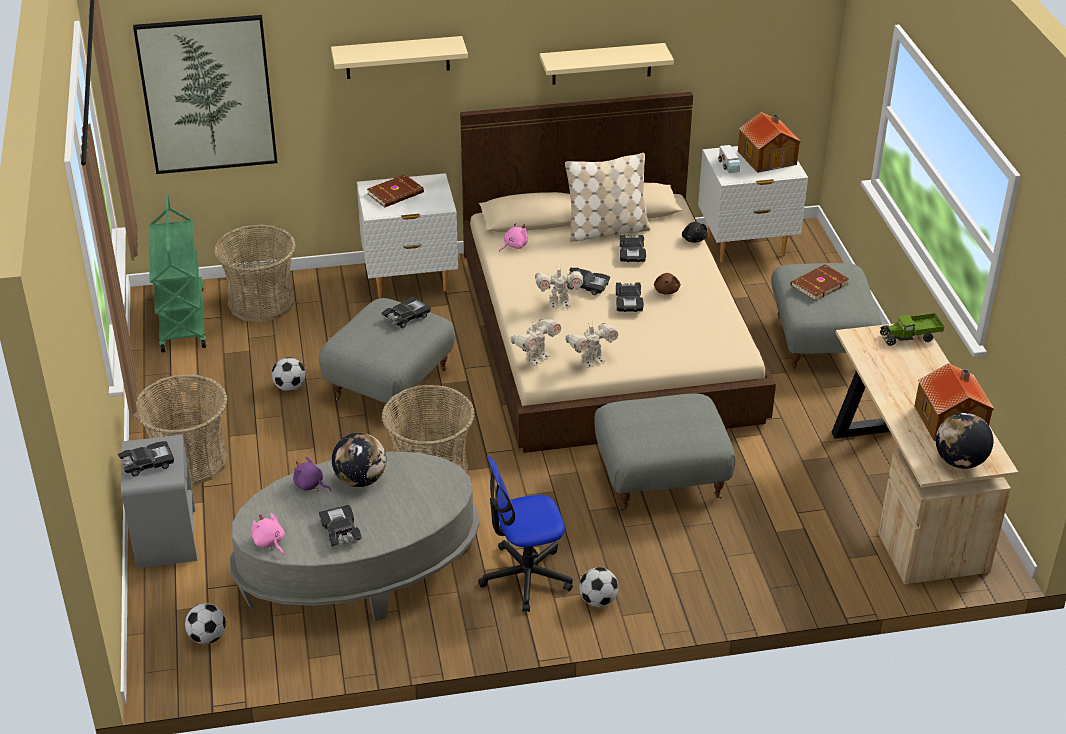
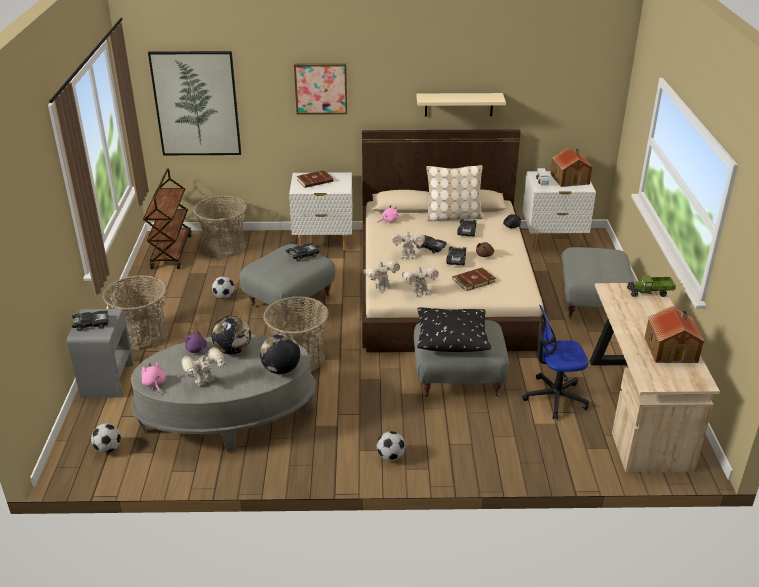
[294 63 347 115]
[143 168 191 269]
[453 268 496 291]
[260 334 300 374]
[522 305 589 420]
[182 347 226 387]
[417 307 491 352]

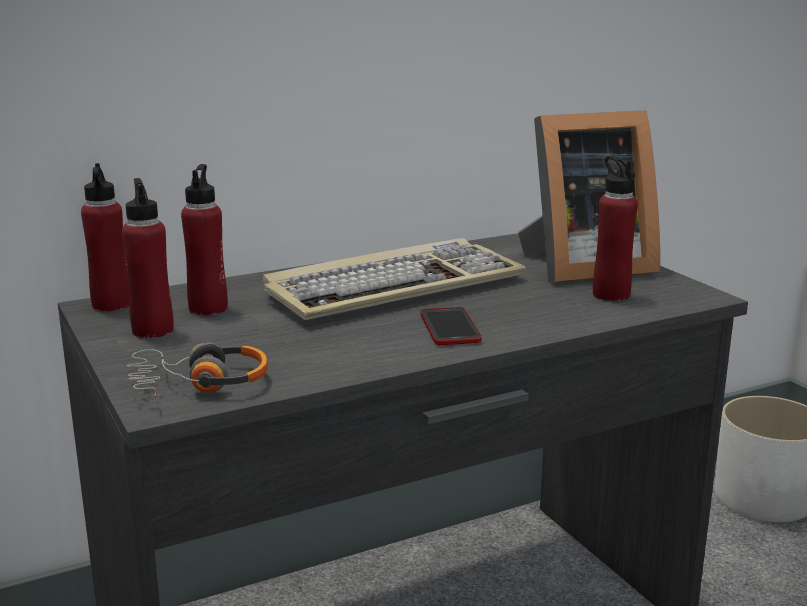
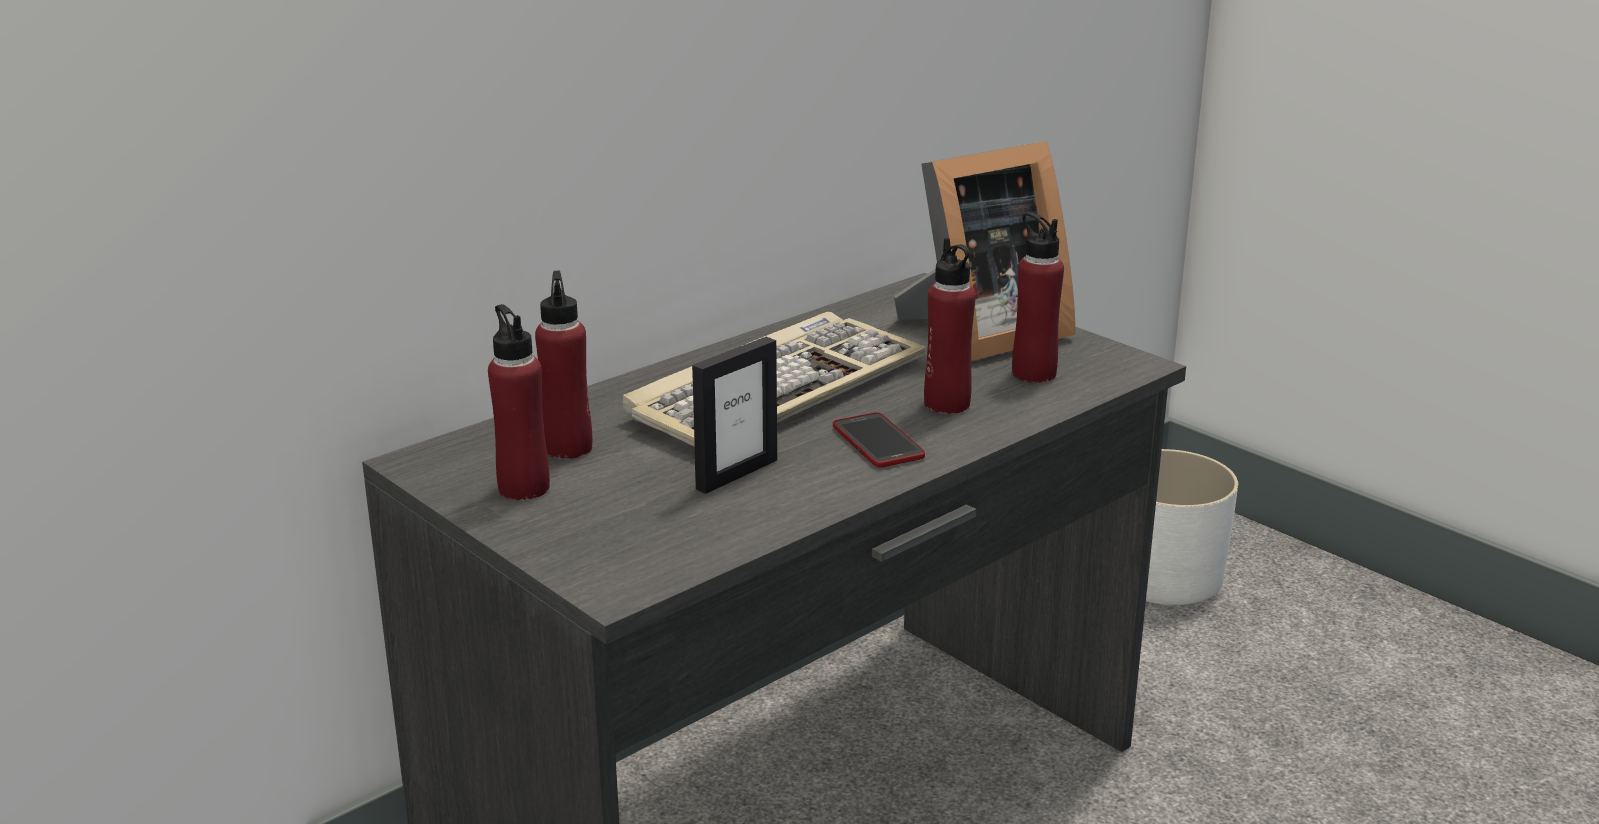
[924 238 976 414]
[127 342 268 397] (first image)
[692 337 777 494]

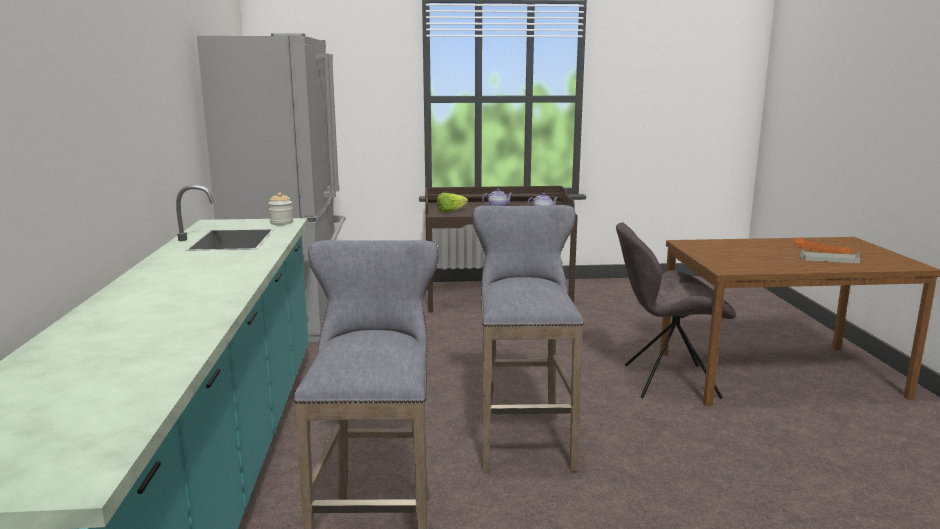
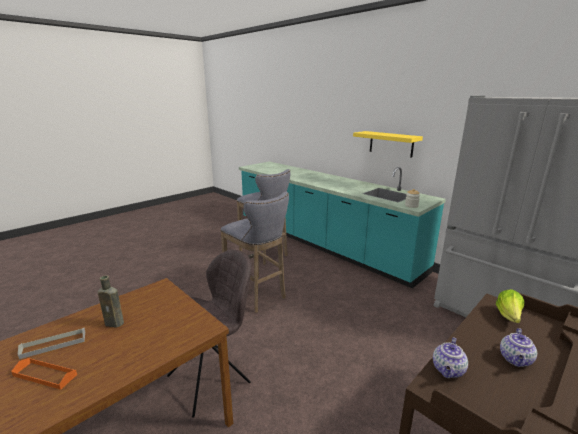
[353 131 423 157]
[98 276 124 328]

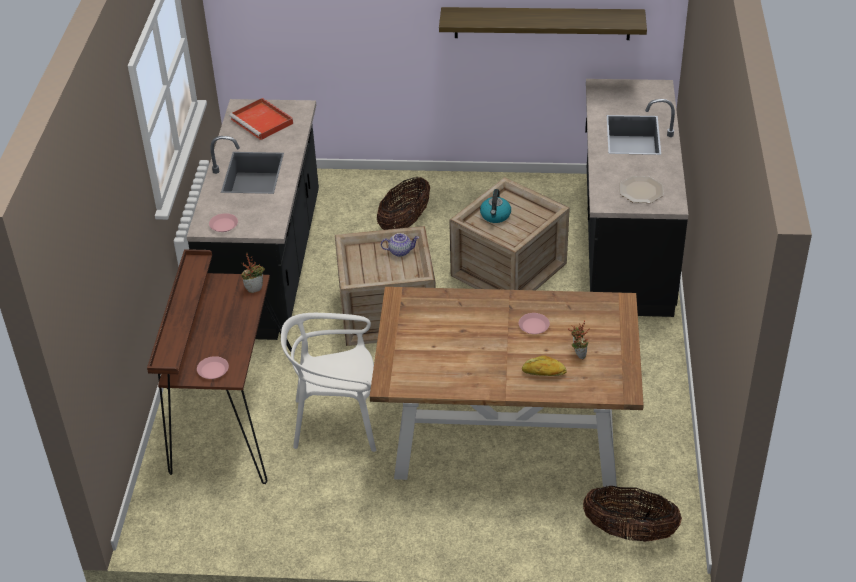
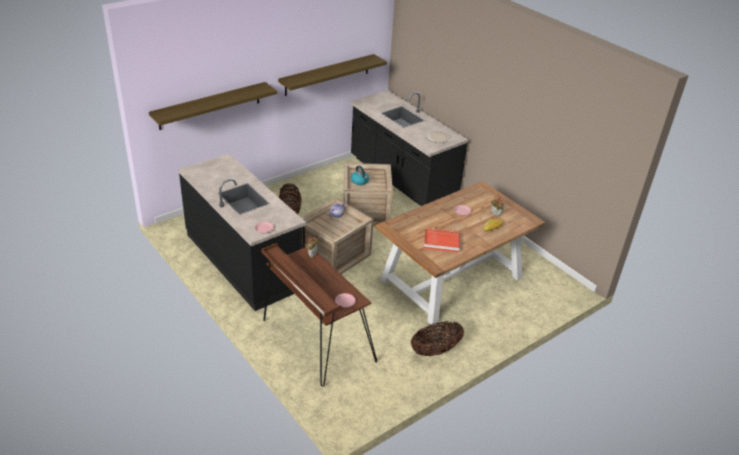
[424 228 460 253]
[281 313 376 452] (first image)
[411 321 464 356]
[149 82 277 130]

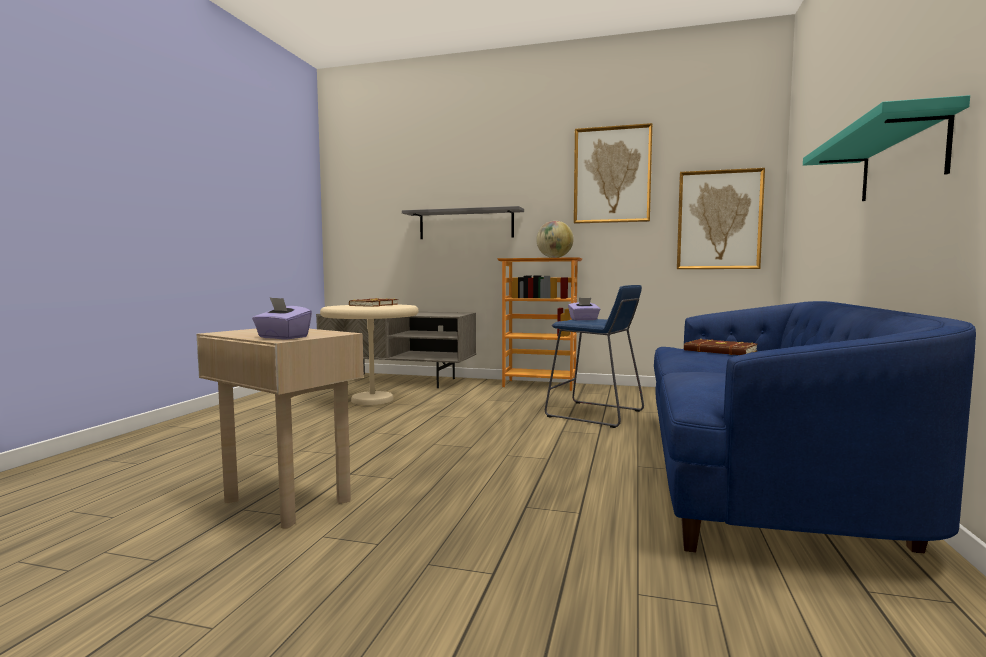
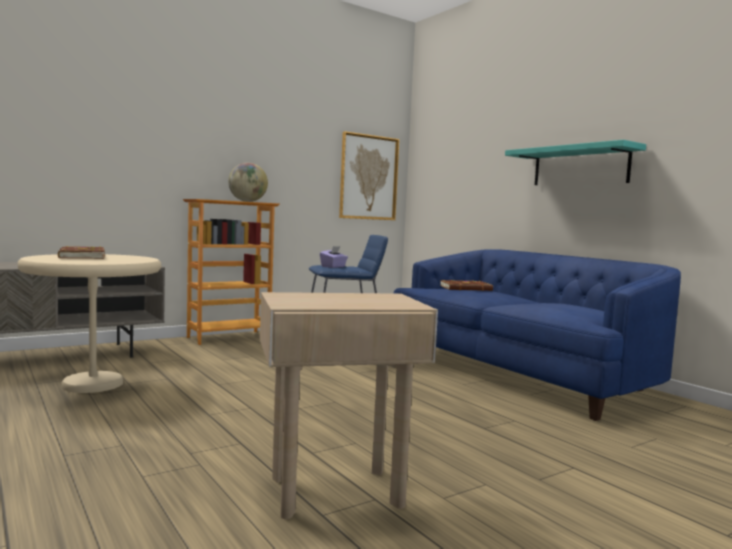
[574 123 652 224] (first image)
[402 206 524 239] (first image)
[252 297 312 340] (first image)

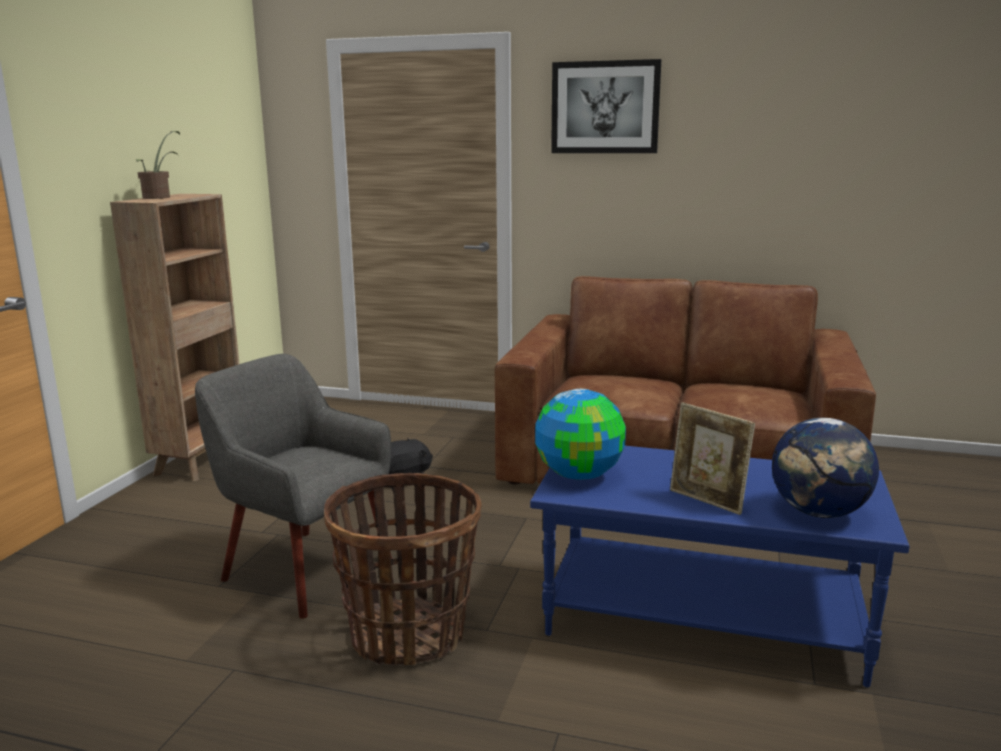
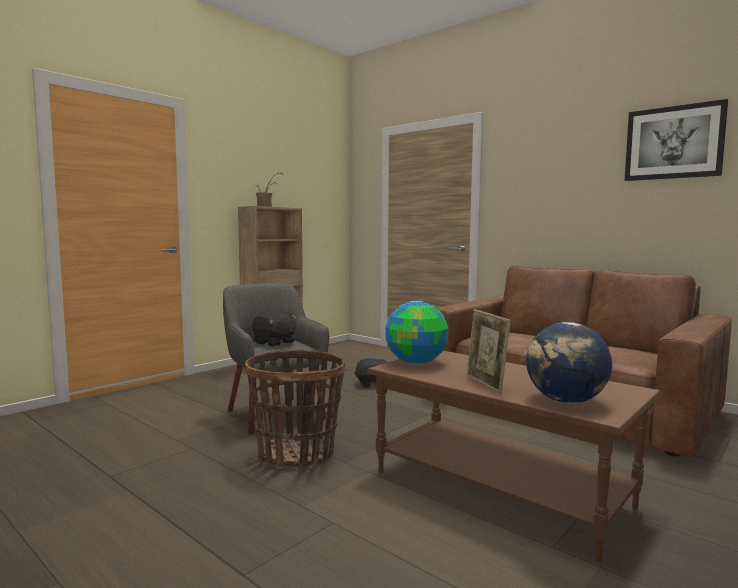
[625 99 728 181]
[367 351 660 562]
[252 311 297 347]

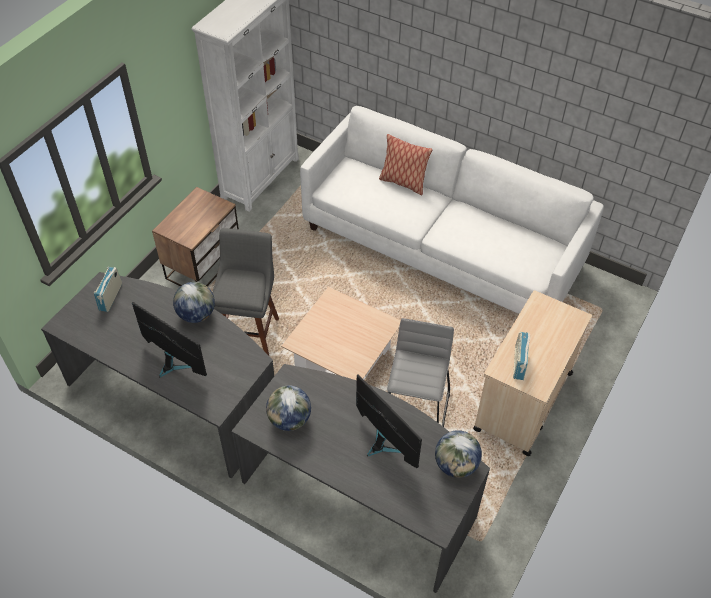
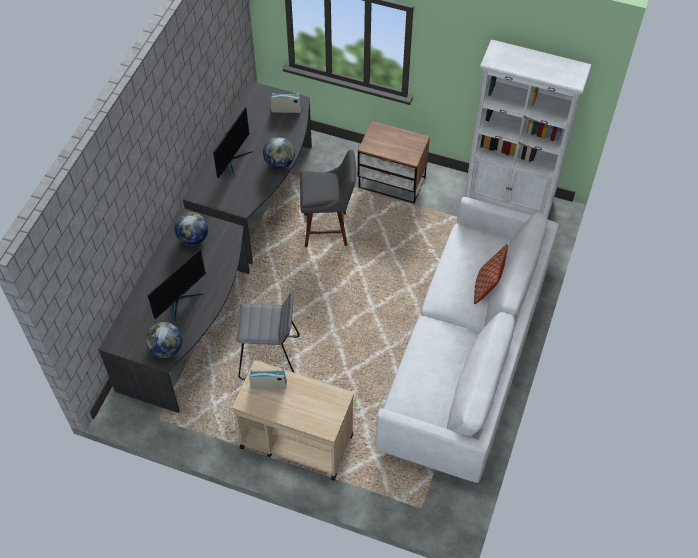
[281 287 401 380] (first image)

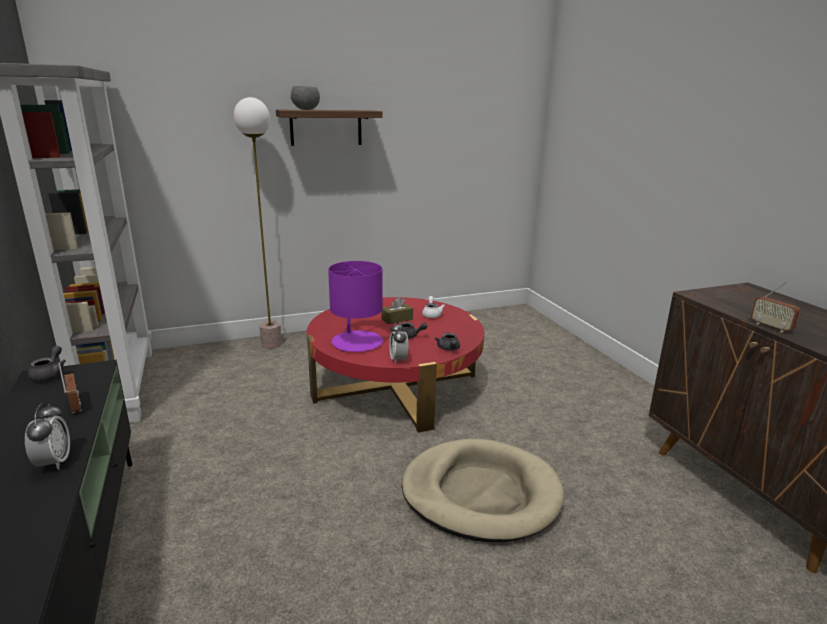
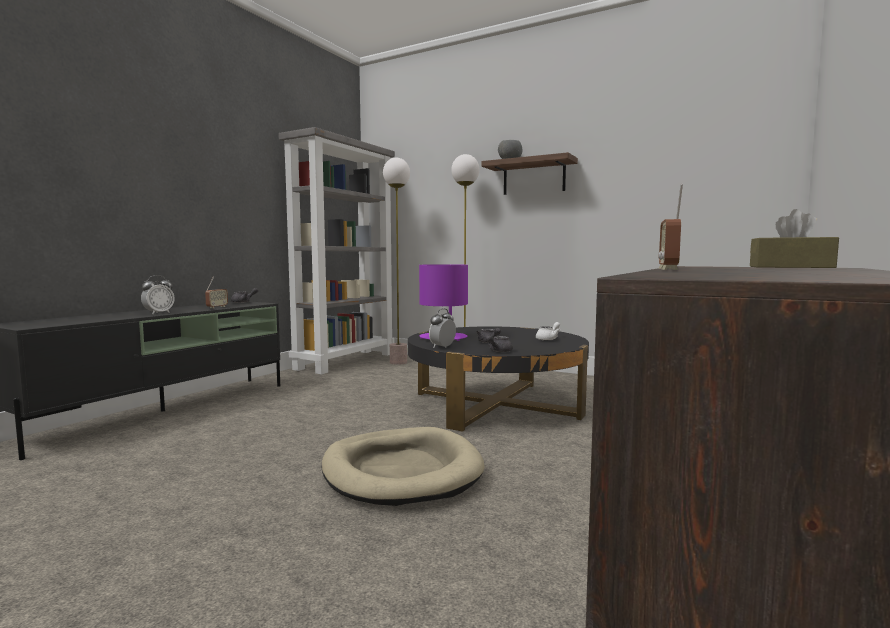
[408 326 589 432]
[750 209 839 268]
[383 157 410 365]

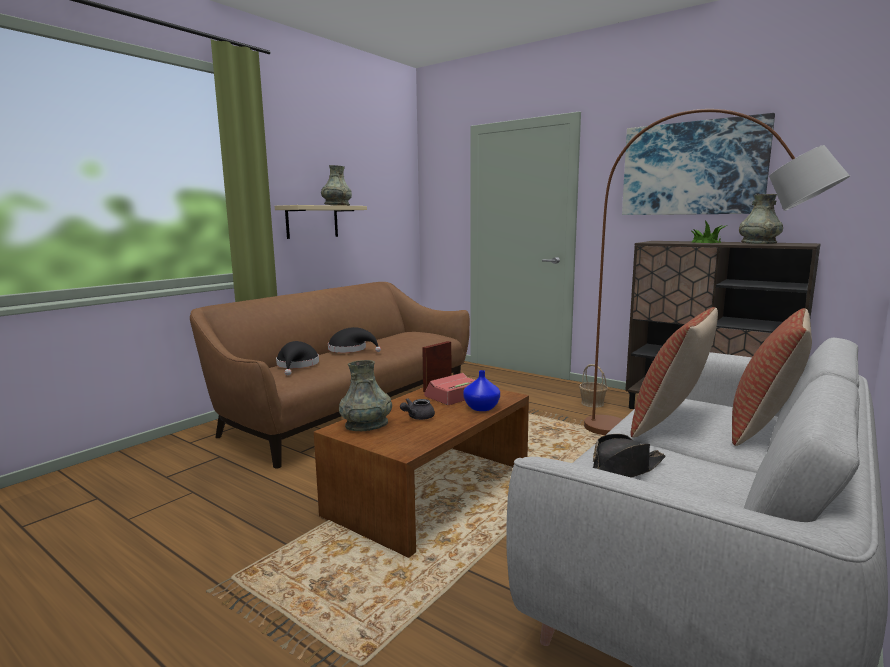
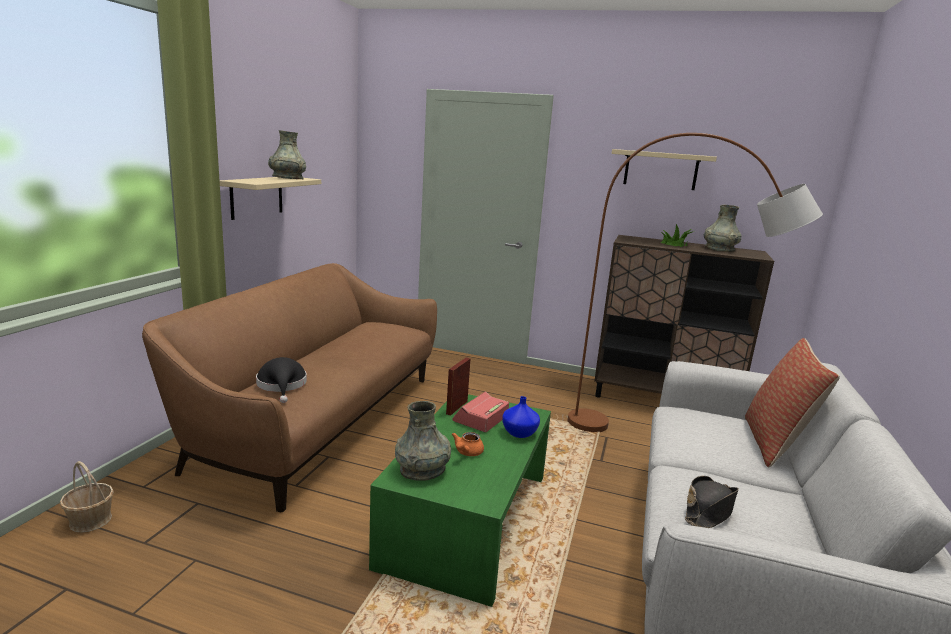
[611 149 717 190]
[630 307 718 438] (first image)
[328 327 381 353] (first image)
[60 461 114 532]
[369 394 551 607]
[452 432 484 456]

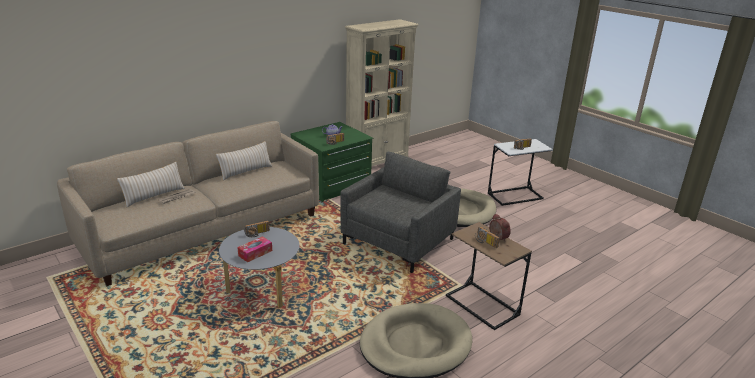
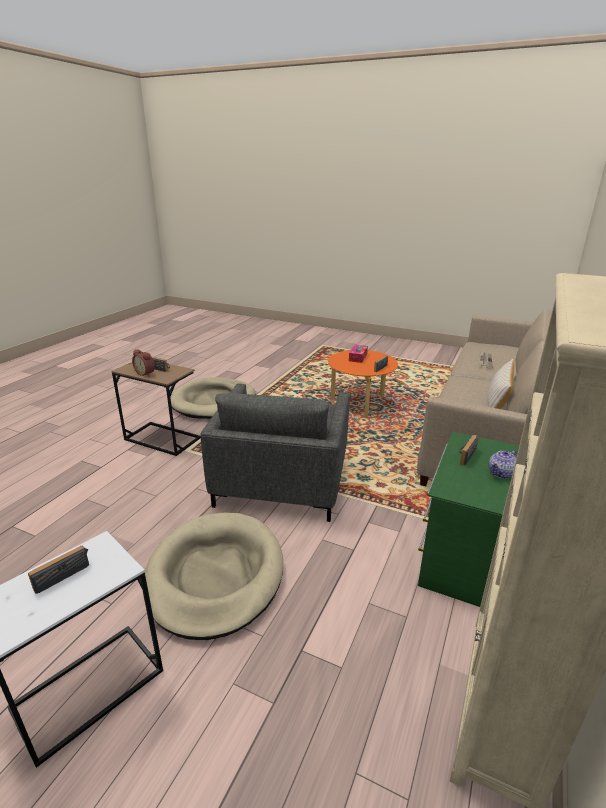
[117 162 185 208] (first image)
[328 350 398 418]

